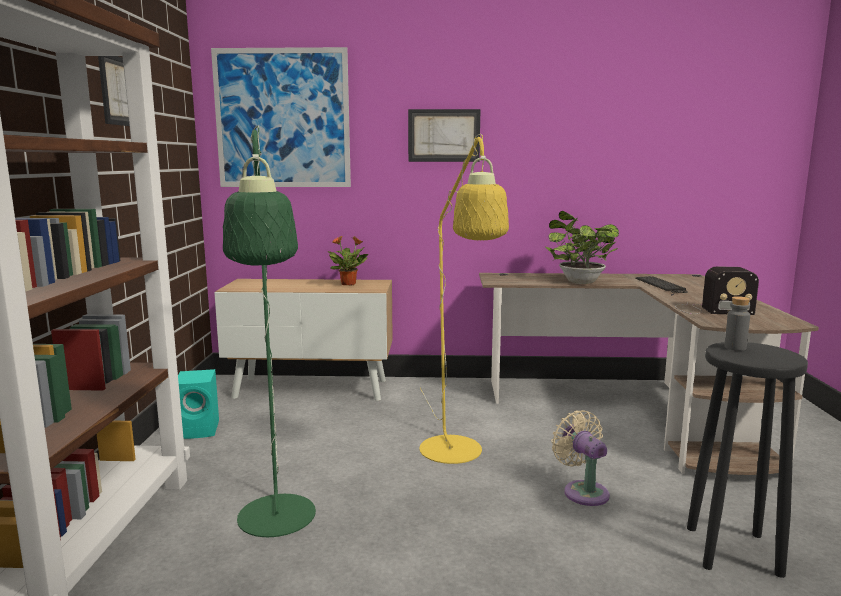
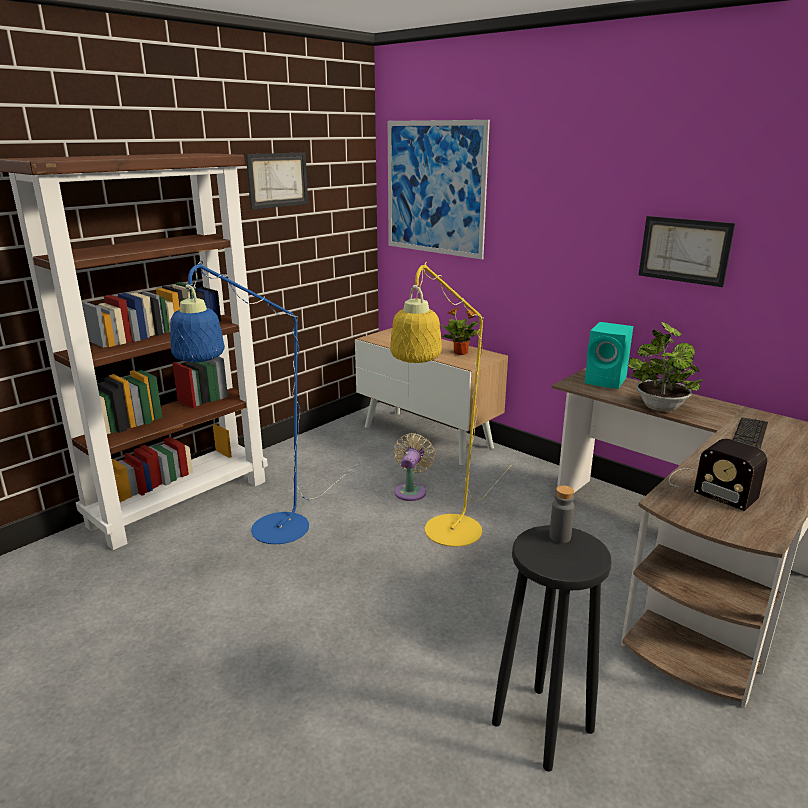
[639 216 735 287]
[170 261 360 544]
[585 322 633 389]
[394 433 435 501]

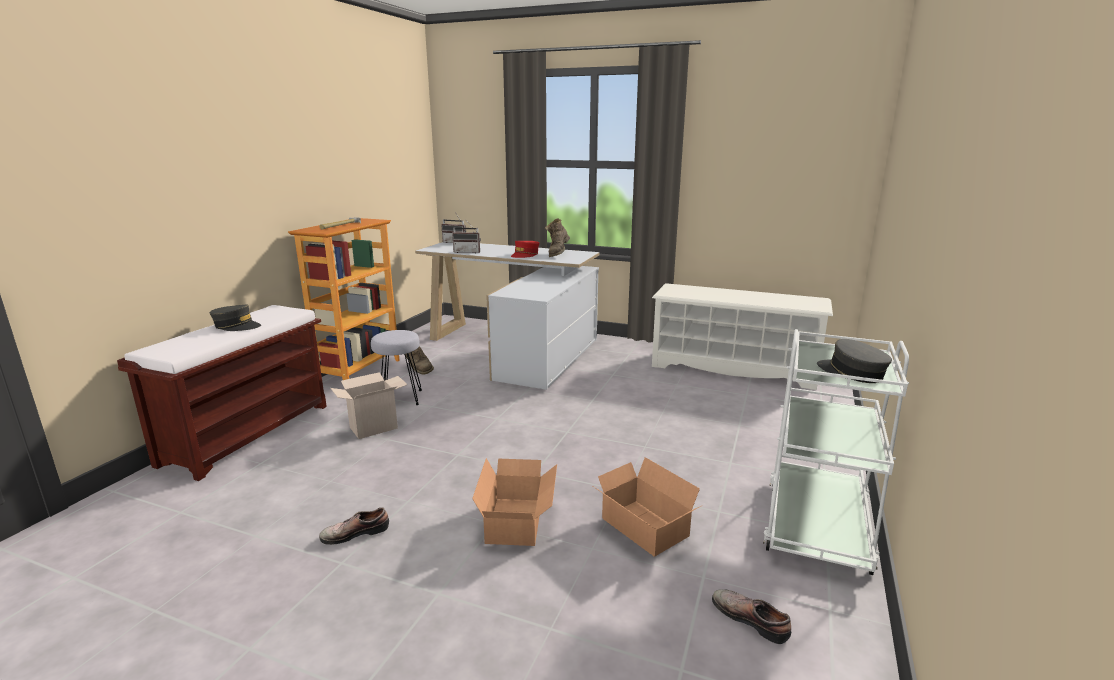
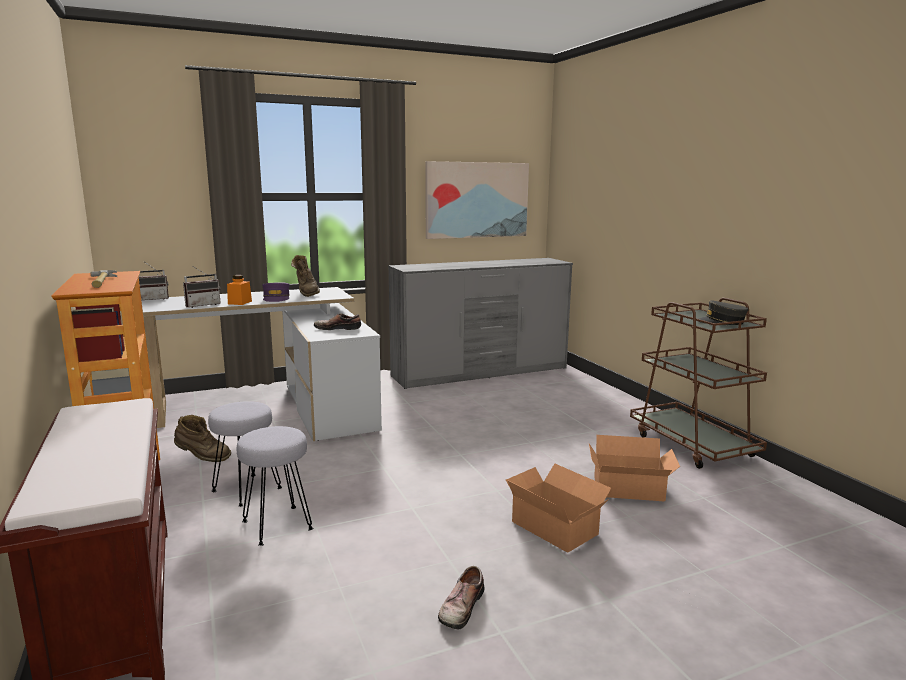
[262 282 290 302]
[388 258 573 389]
[210 305 261 331] (first image)
[630 297 767 469]
[237 426 313 546]
[314 314 361 330]
[425 161 529 239]
[227 275 252 305]

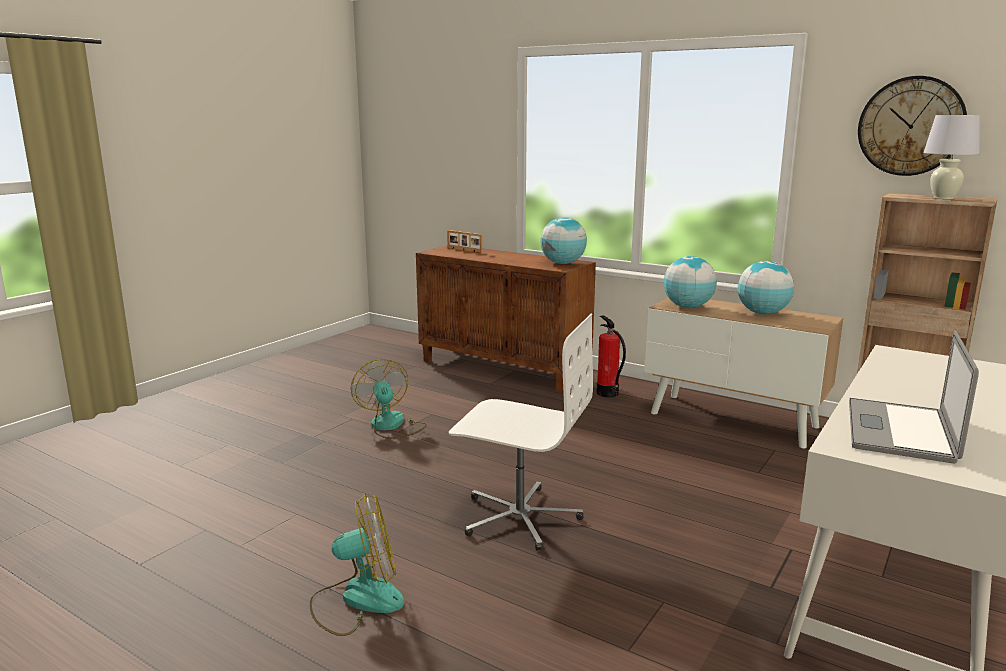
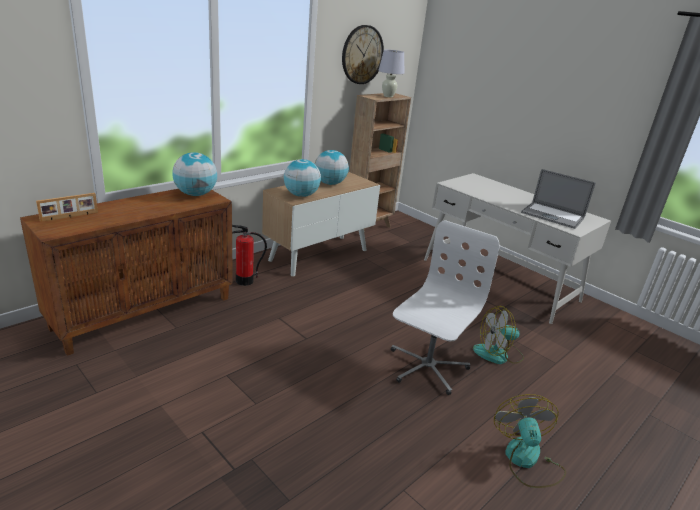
[473 306 524 364]

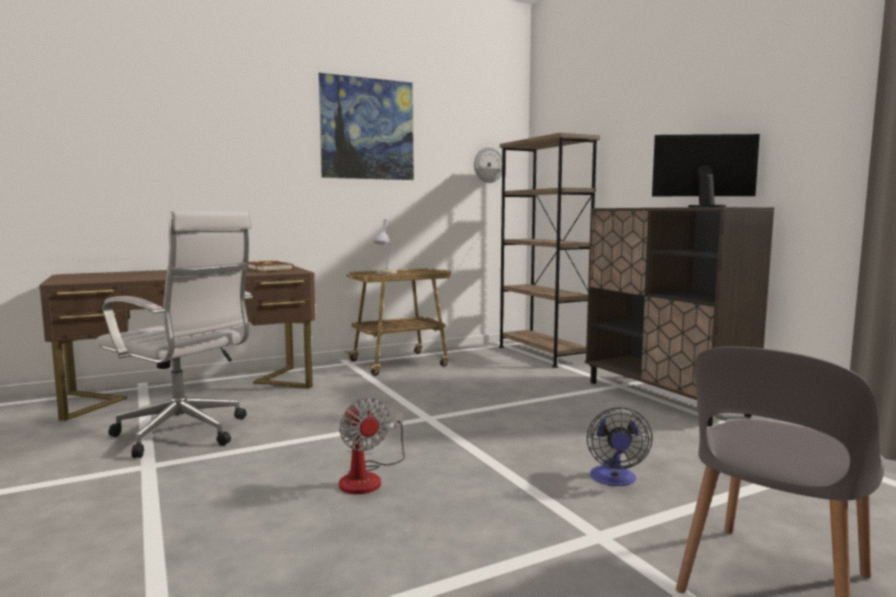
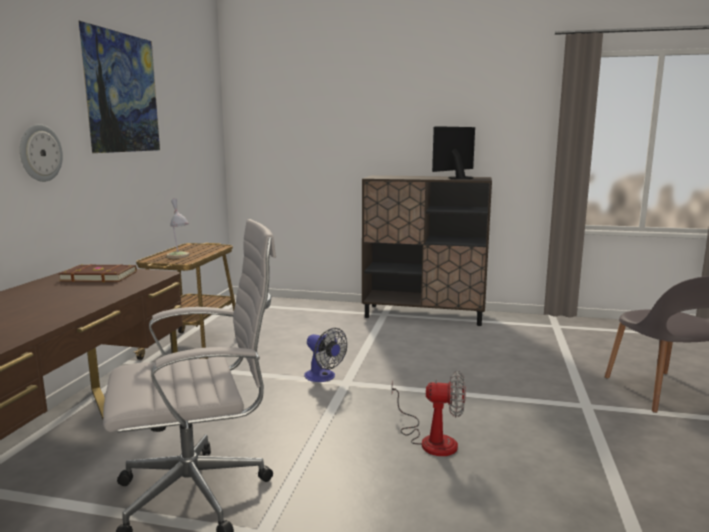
[499 133 600 368] (first image)
[20 124 63 182]
[304 328 347 382]

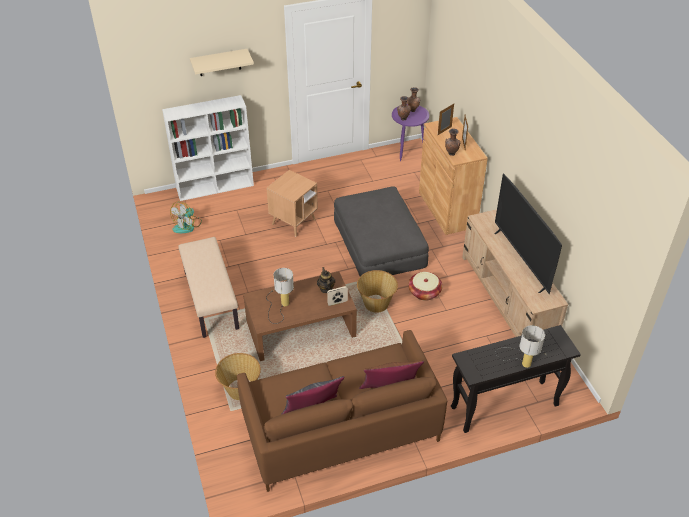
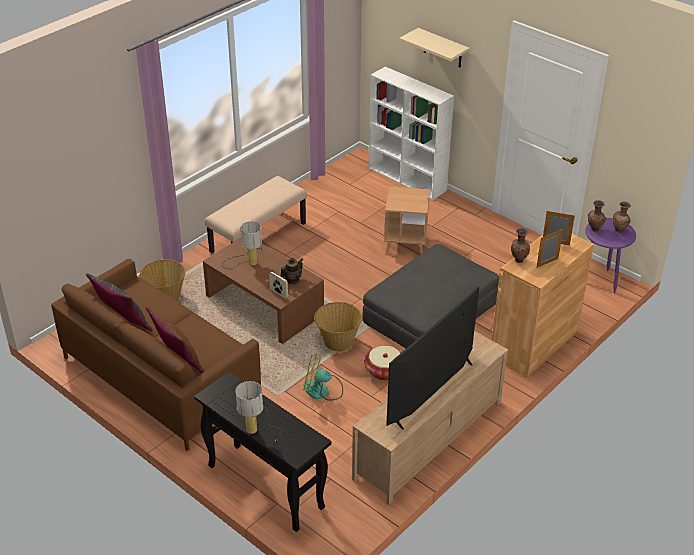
[303 353 343 401]

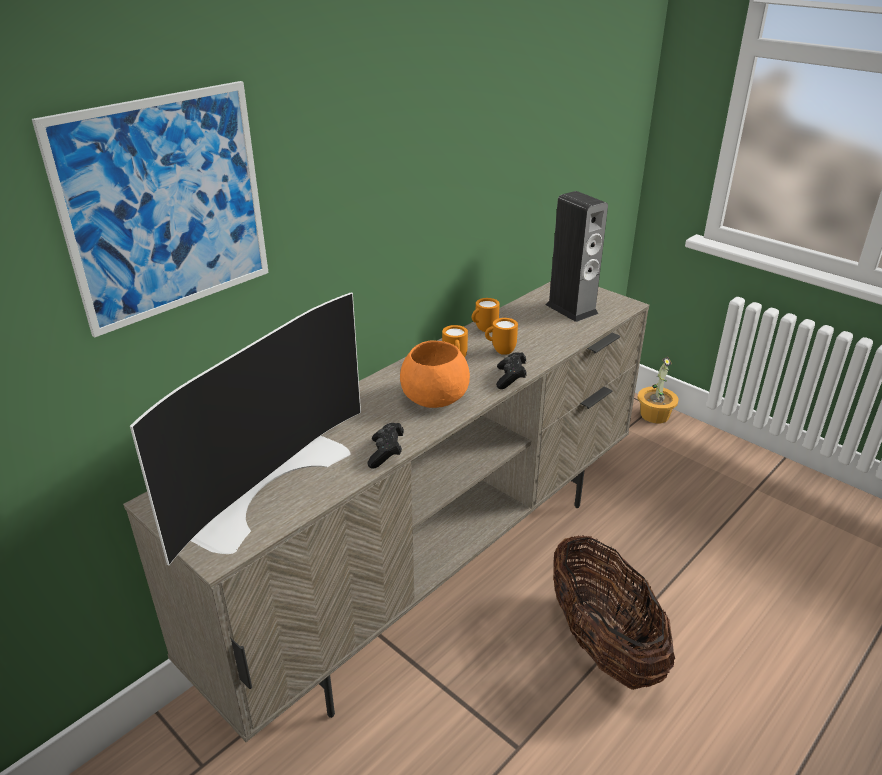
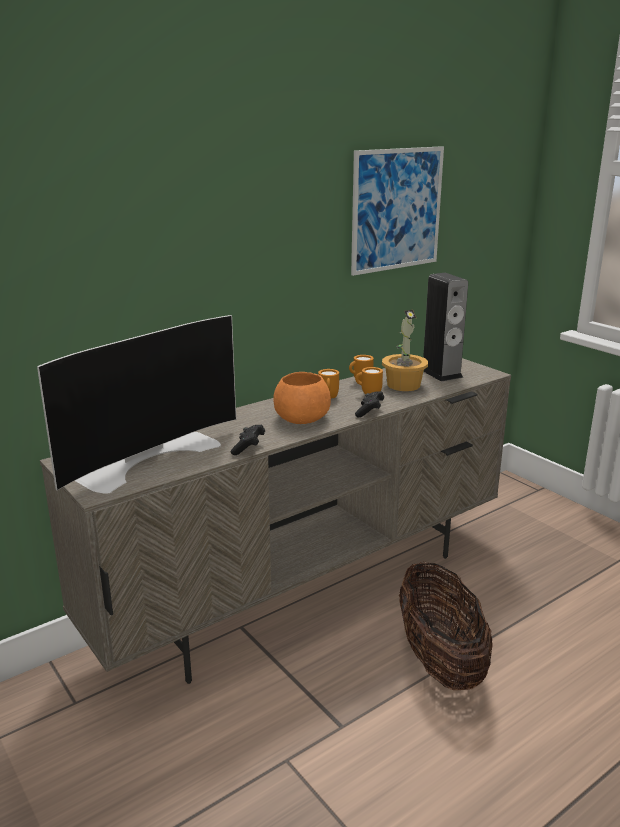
[351 146 444 276]
[382 310 428 391]

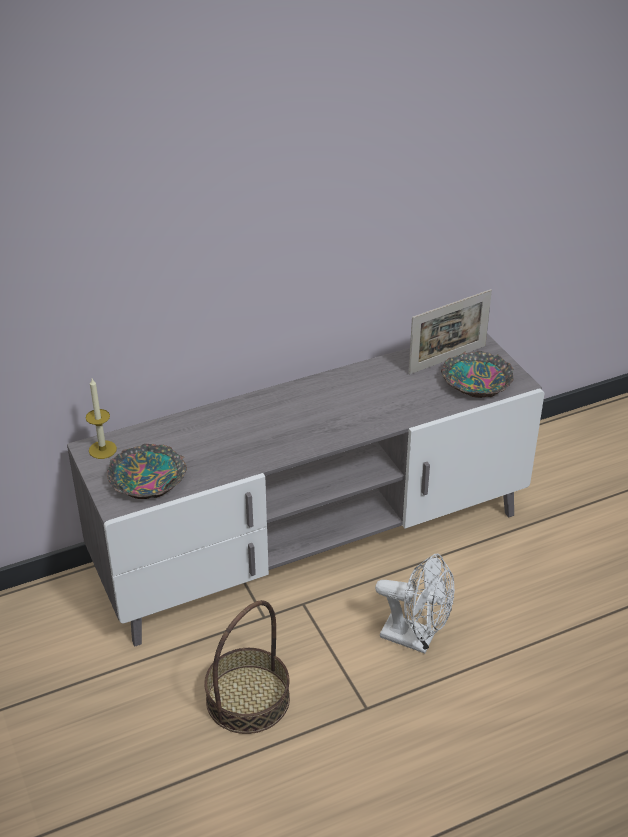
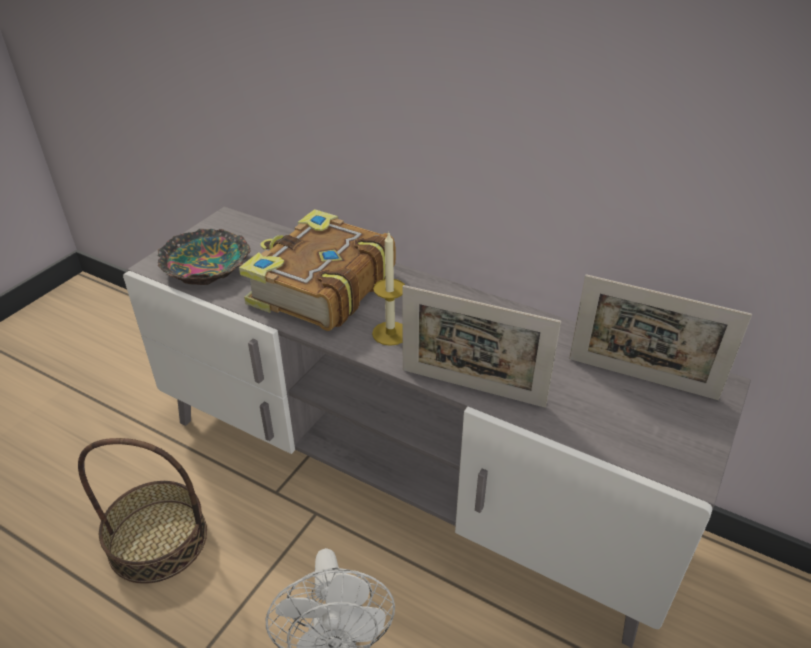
[441 351 514 398] (first image)
[372 231 405 346]
[239 209 396 331]
[402 285 561 408]

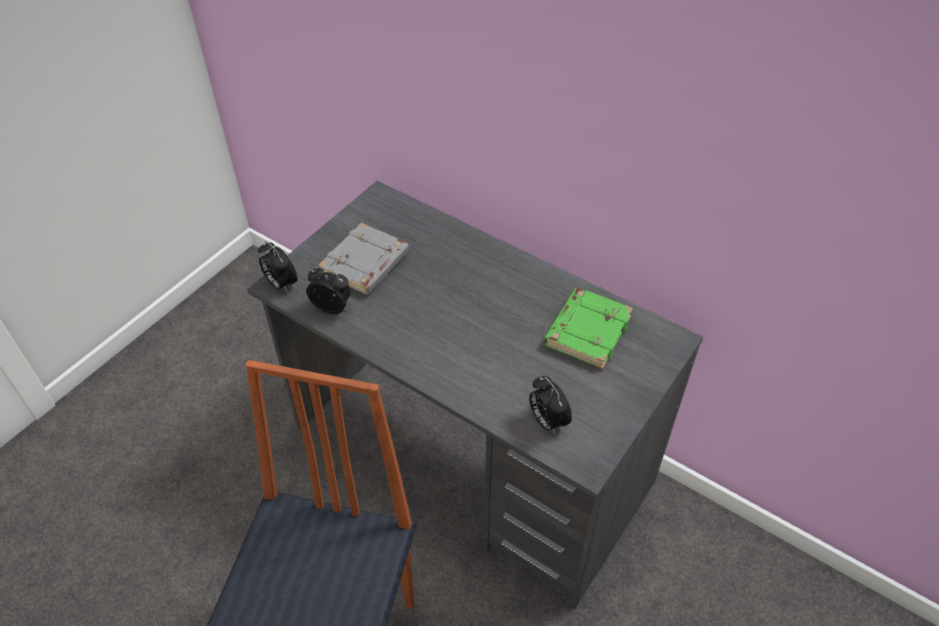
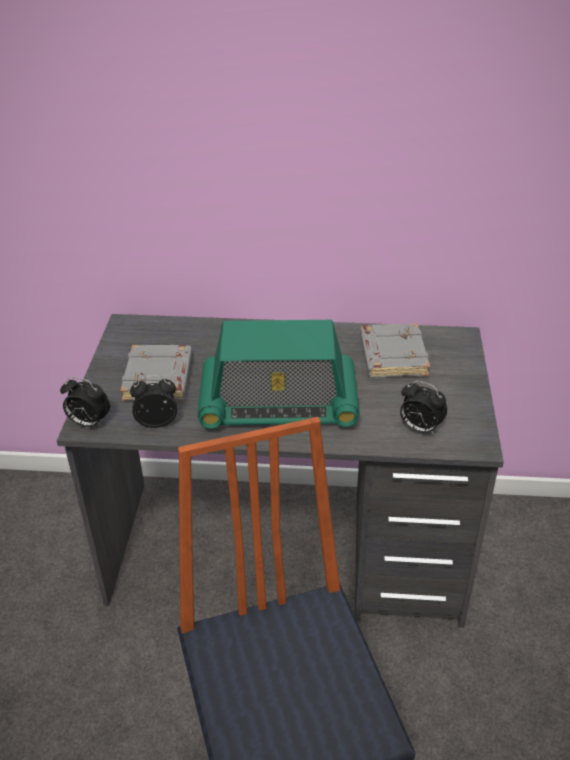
[360 323 430 378]
[197 320 360 429]

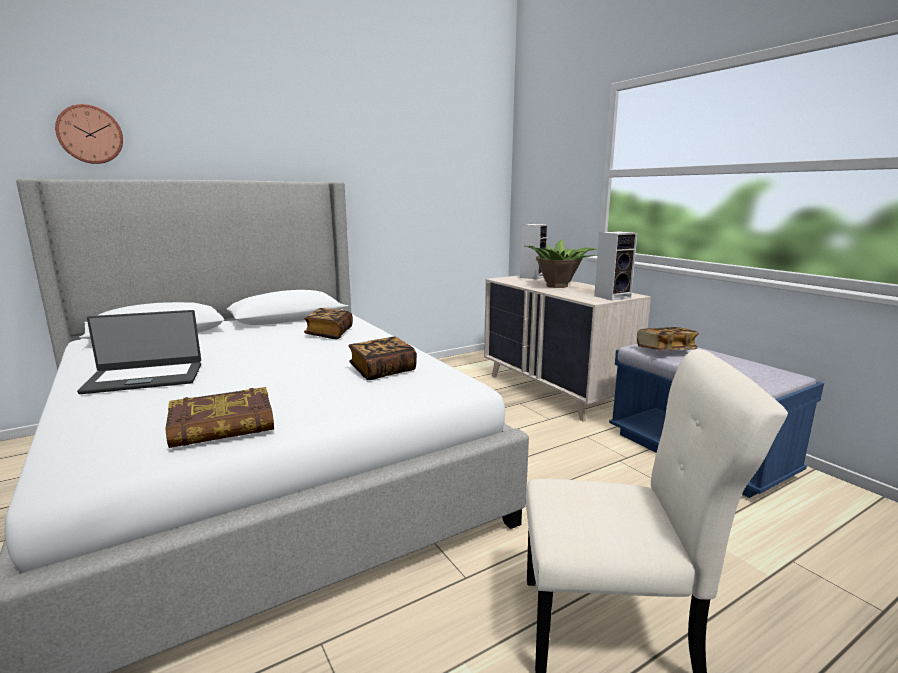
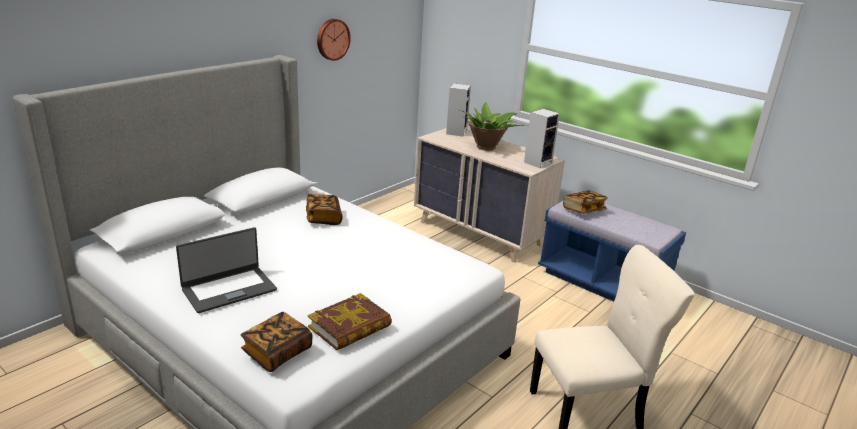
[317 19 351 61]
[241 312 313 372]

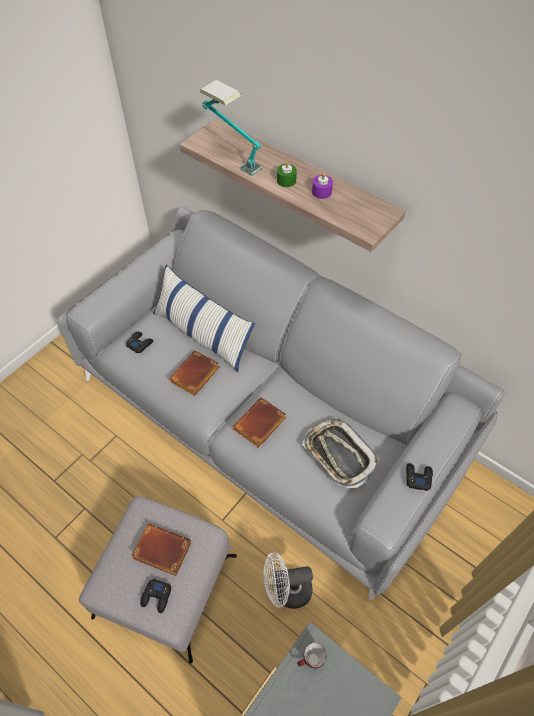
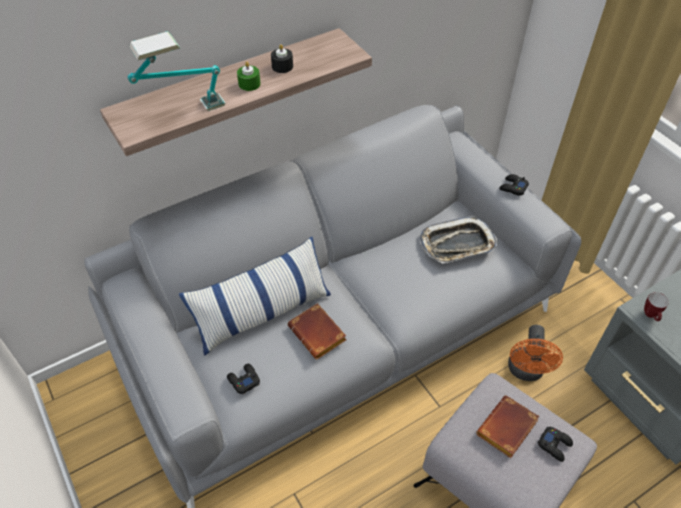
[271 44 293 73]
[233 397 286 448] (first image)
[508 325 563 381]

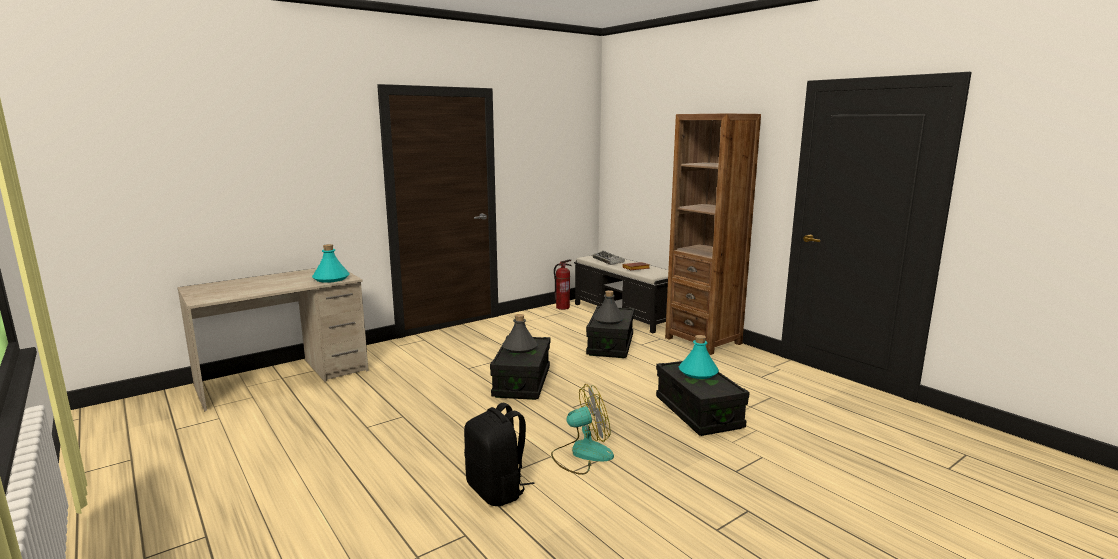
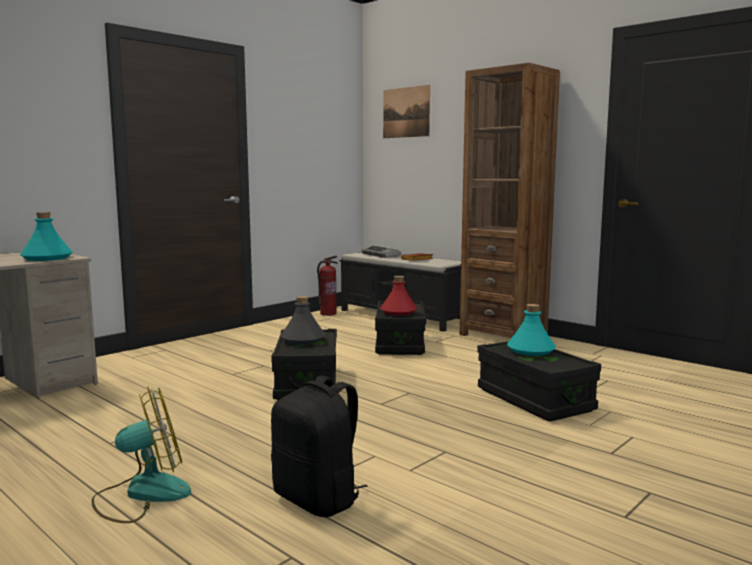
[380 276 417 315]
[91 386 191 523]
[383 85 430 138]

